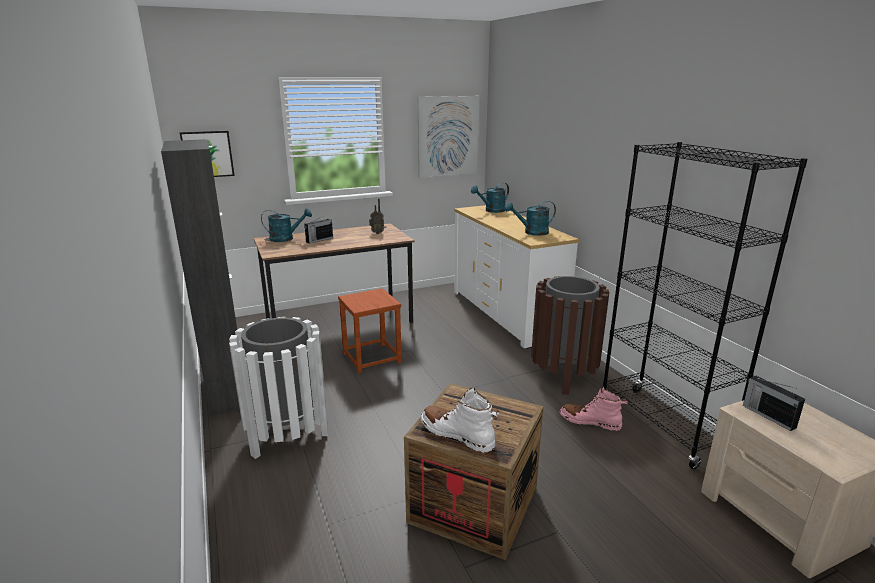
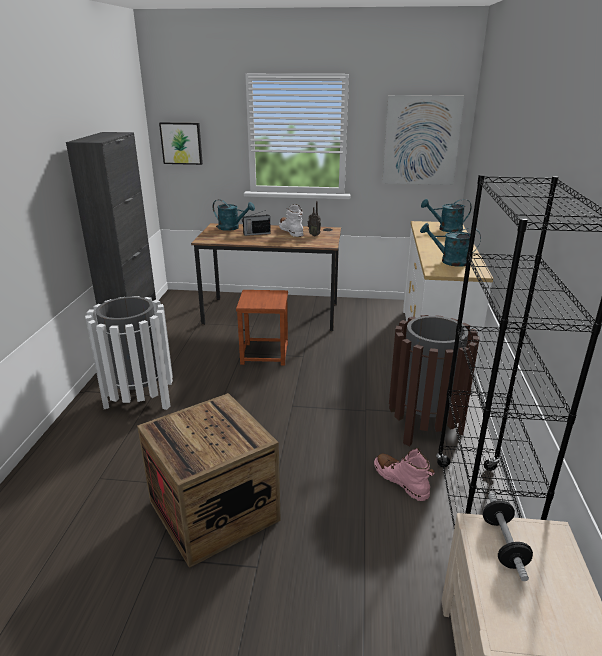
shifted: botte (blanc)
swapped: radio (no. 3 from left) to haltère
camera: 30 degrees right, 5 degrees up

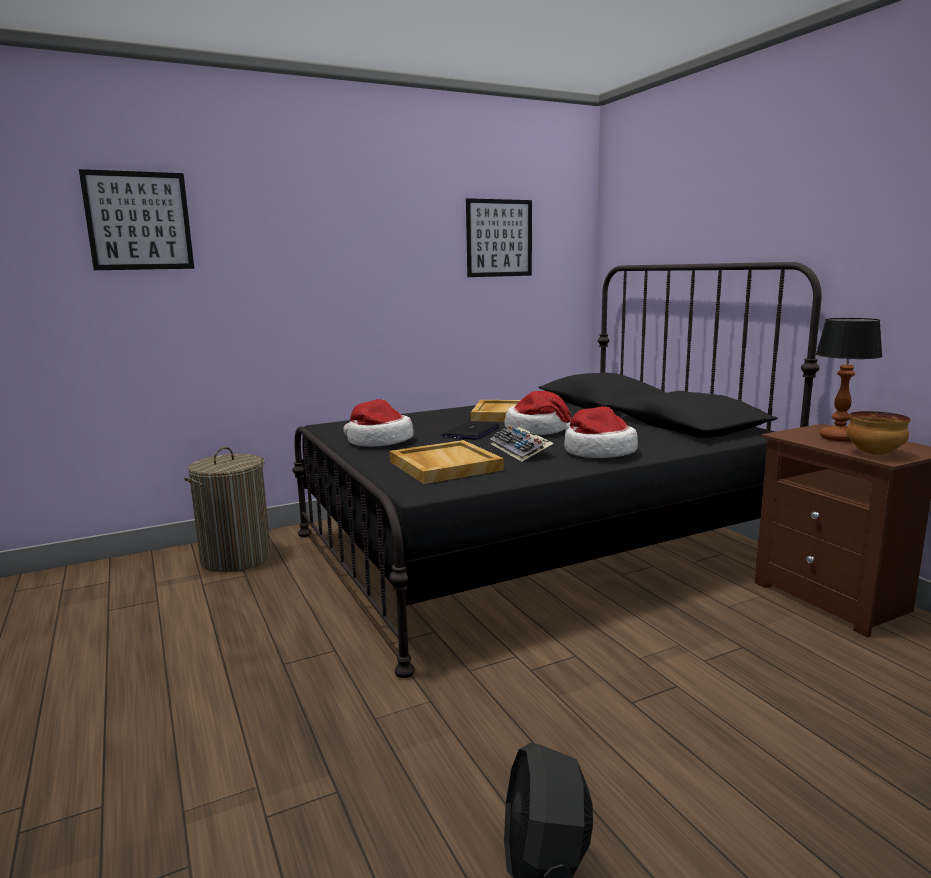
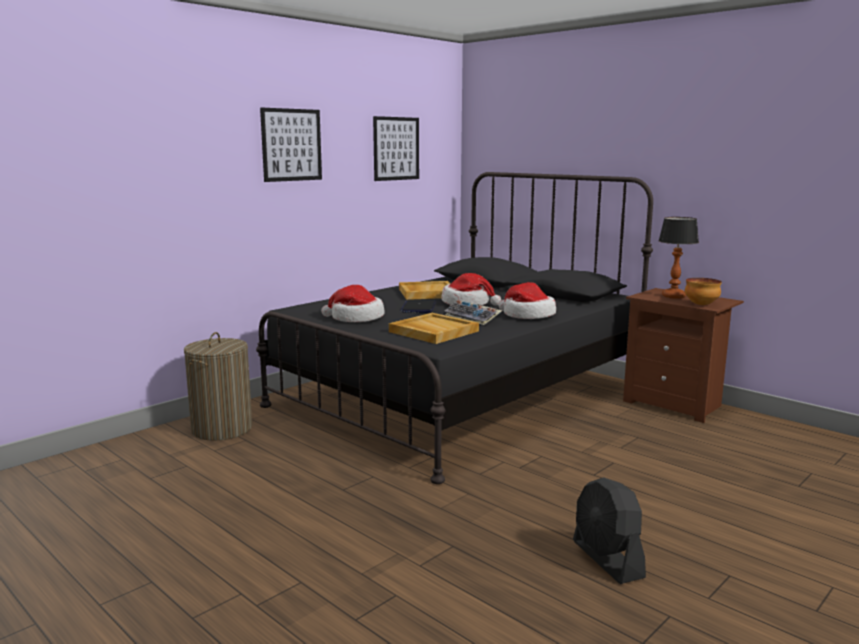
shifted: tableau (no. 1 from left)
camera: 20 degrees left, 0 degrees up

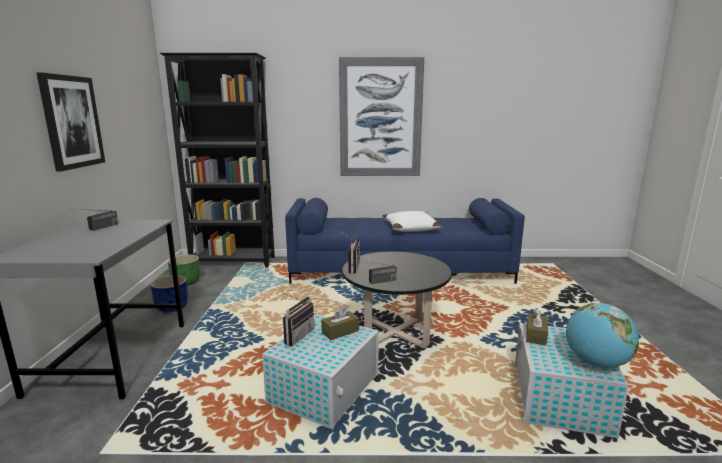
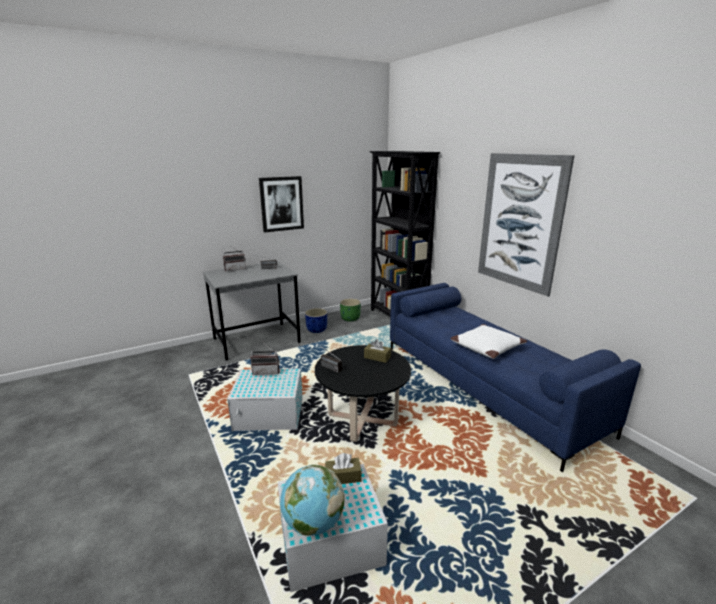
shifted: radio (no. 3 from left in the first image) to radio (no. 1 from left); boîte à mouchoirs (marron) (no. 1 from left in the first image) to boîte à mouchoirs (marron) (no. 2 from left)
camera: 60 degrees right, 5 degrees up

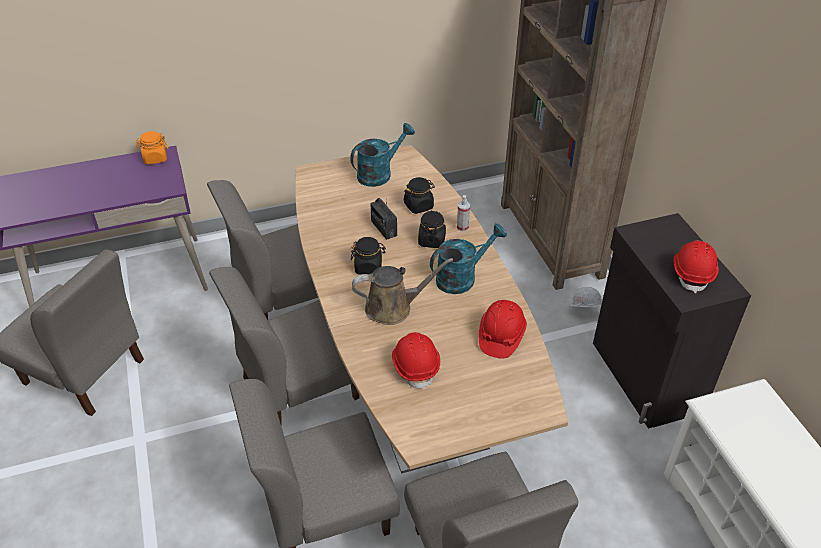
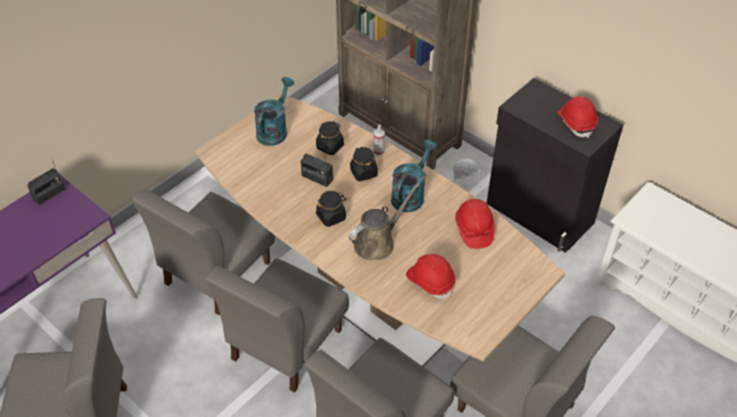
swapped: bocal (orange) to radio (no. 1 from left)
camera: 30 degrees left, 5 degrees up

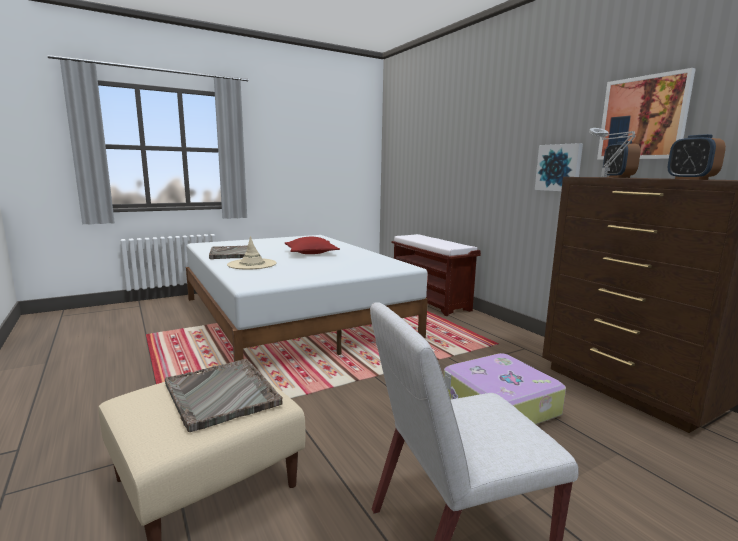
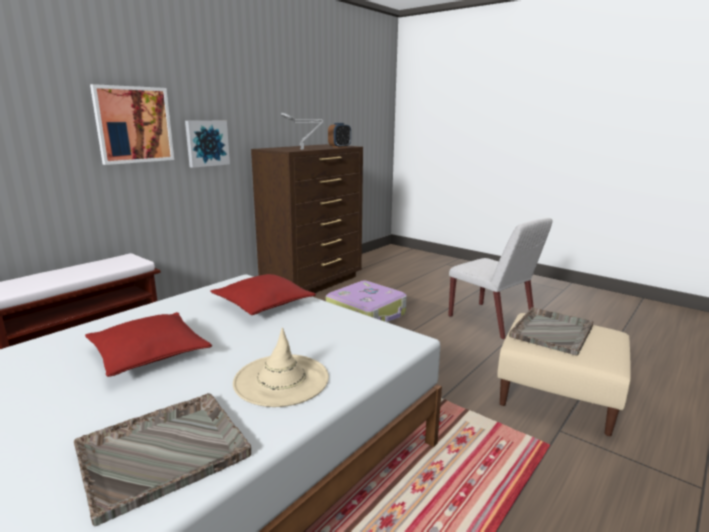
gone: réveil (no. 1 from left)
new: coussin (rouge) (no. 2 from left)
shifted: tableau (no. 2 from left in the first image) to tableau (no. 1 from left)
camera: 110 degrees left, 5 degrees up

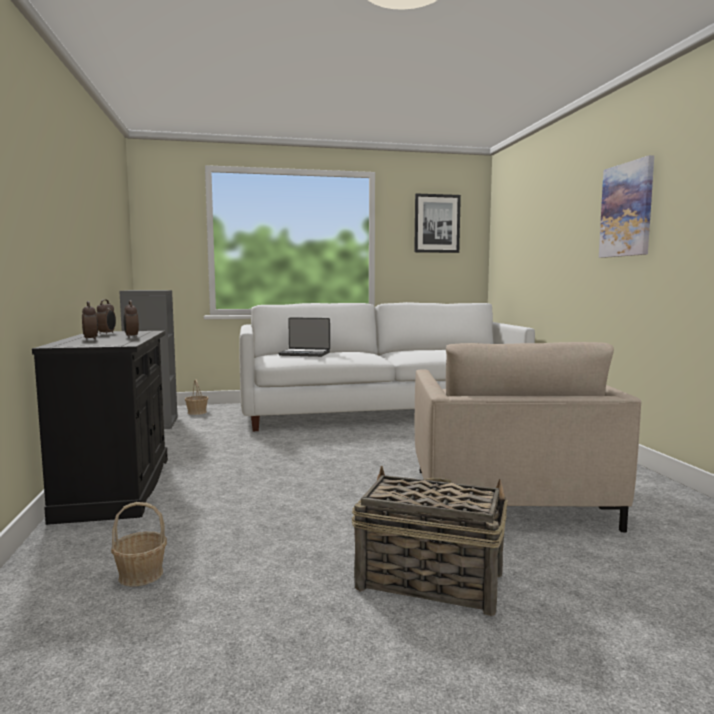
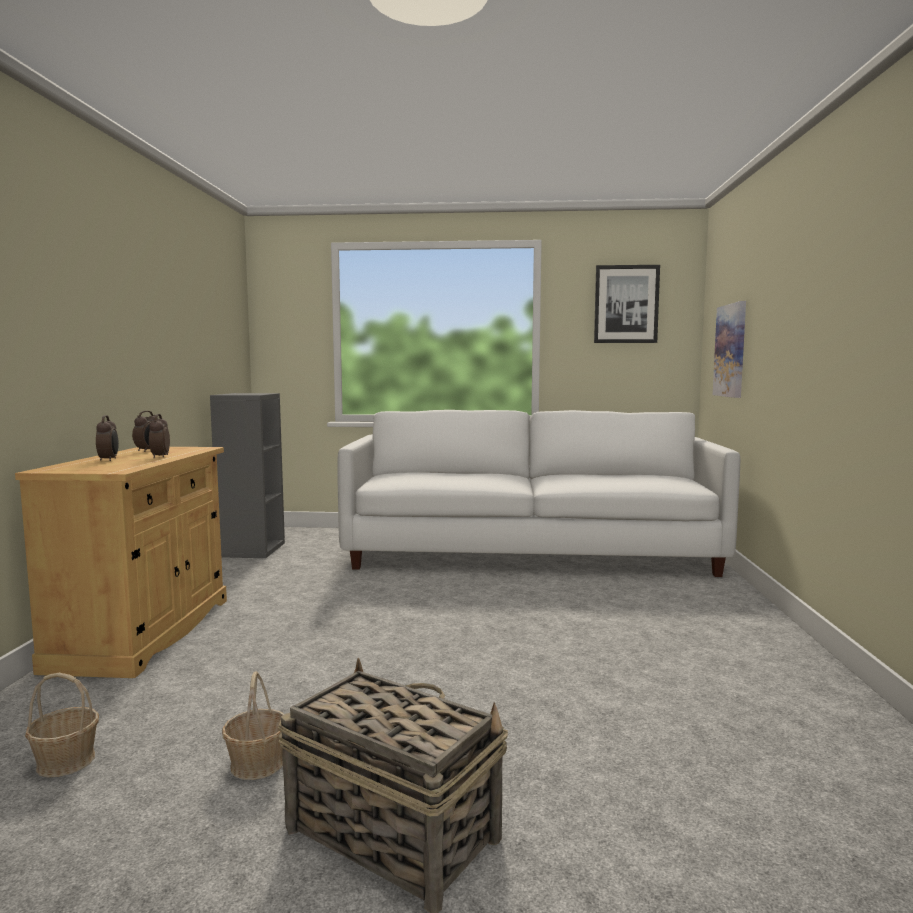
gone: ordinateur portable; fauteuil (beige)
shifted: panier (no. 2 from left); tableau (no. 2 from left)
repainted: meuble de rangement (noir) to meuble de rangement (beige)
camera: 15 degrees right, 0 degrees up

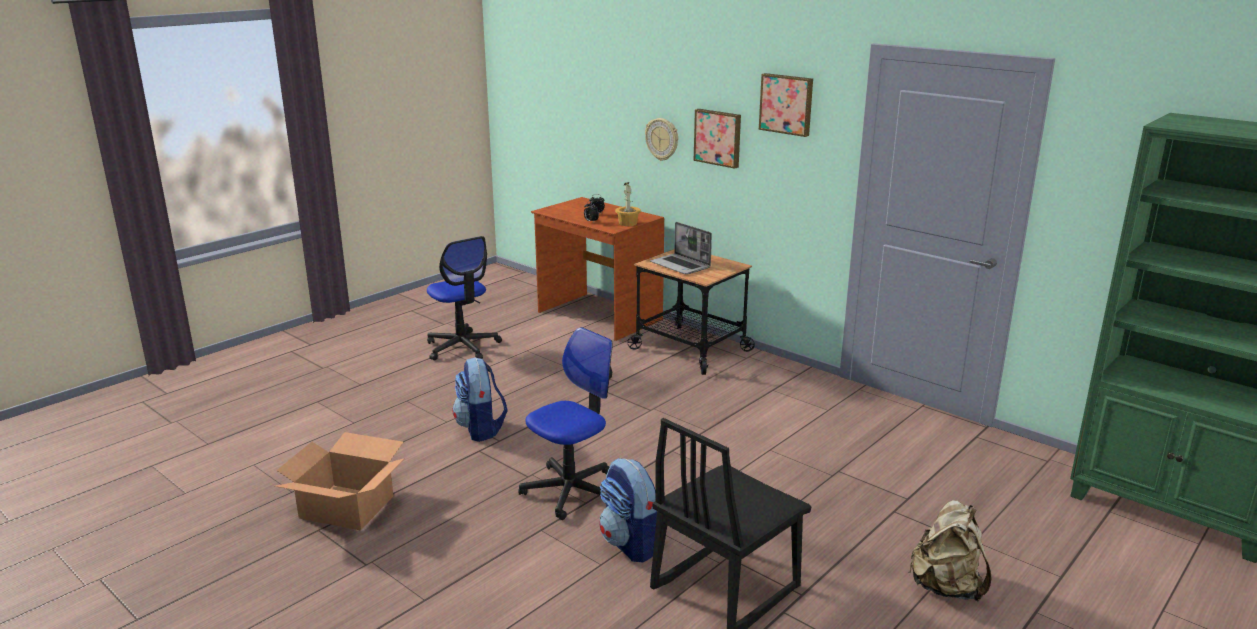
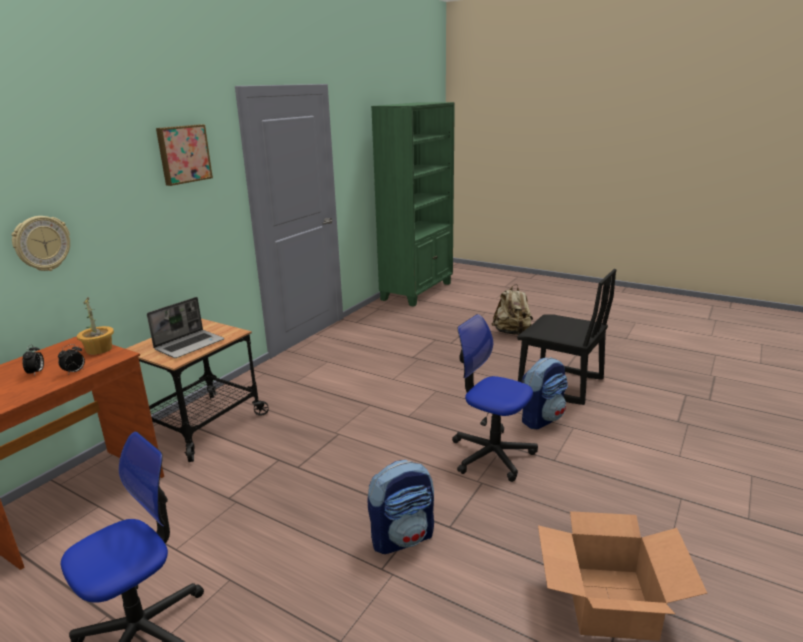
gone: tableau (no. 1 from left)
camera: 100 degrees left, 0 degrees up

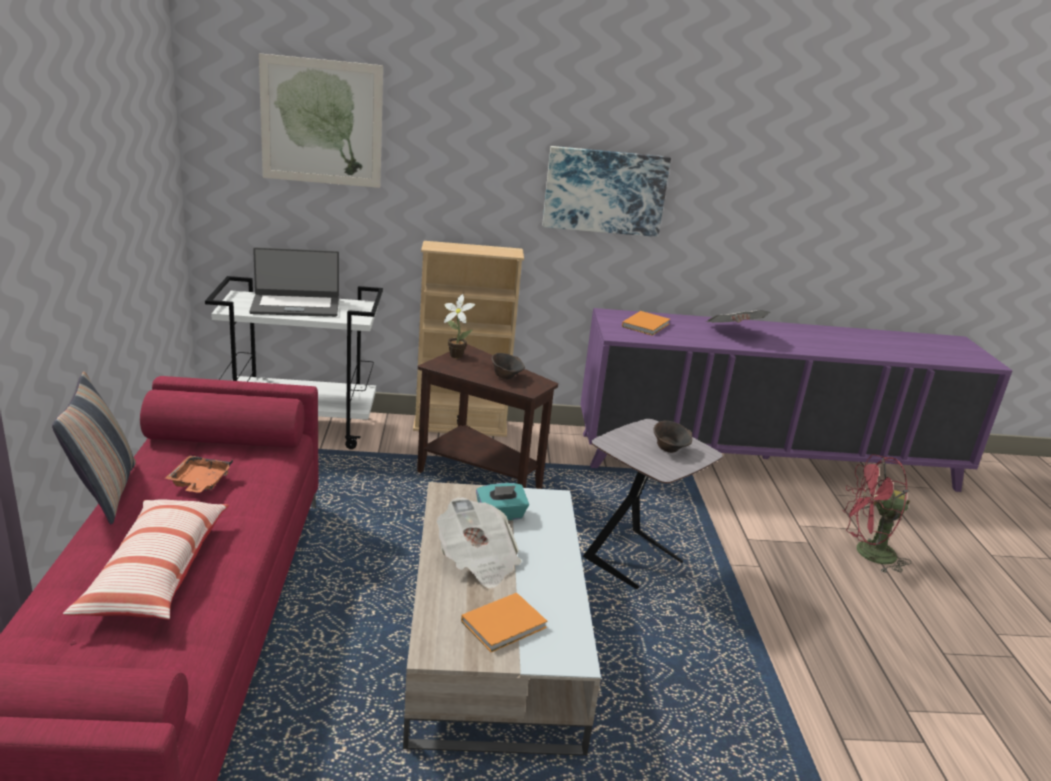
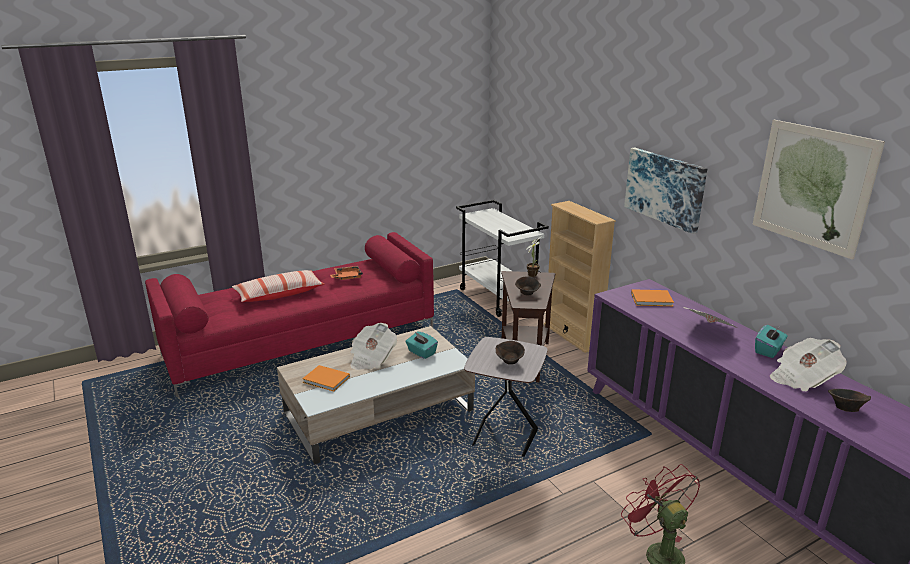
gone: coussin (no. 1 from left); ordinateur portable
new: boîte à mouchoirs (turquoise) (no. 2 from left); journal (no. 3 from left); bol (marron) (no. 3 from left)
shifted: tableau (no. 1 from left in the first image) to tableau (no. 2 from left)
camera: 65 degrees right, 0 degrees up

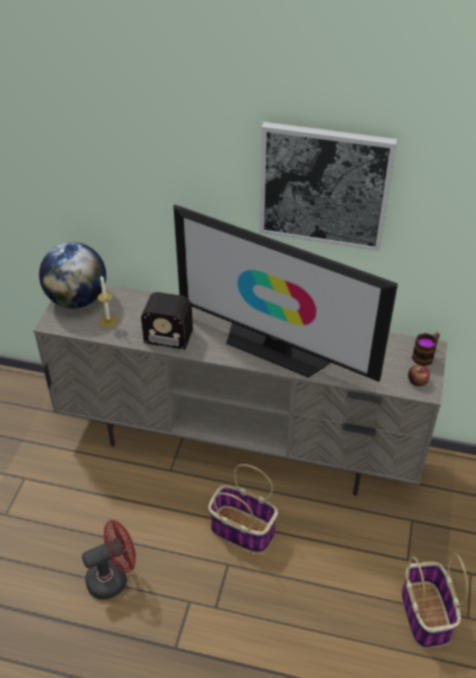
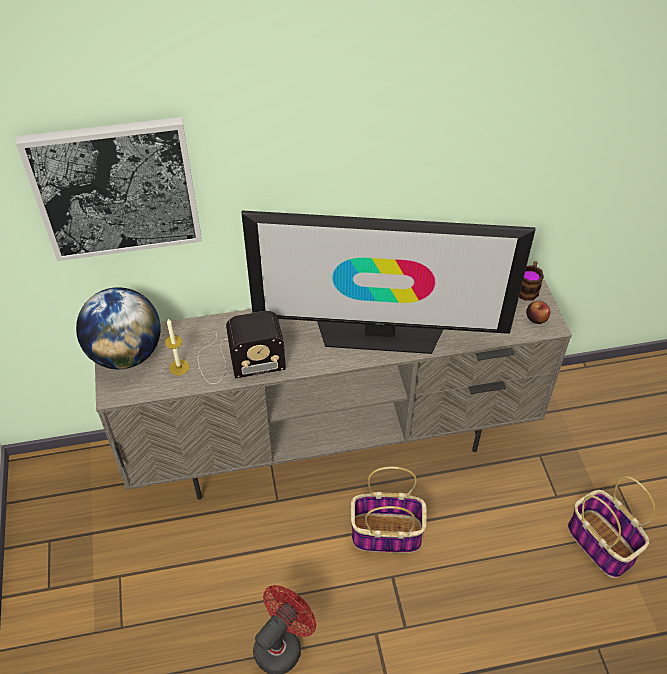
shifted: tableau
camera: 25 degrees left, 5 degrees up

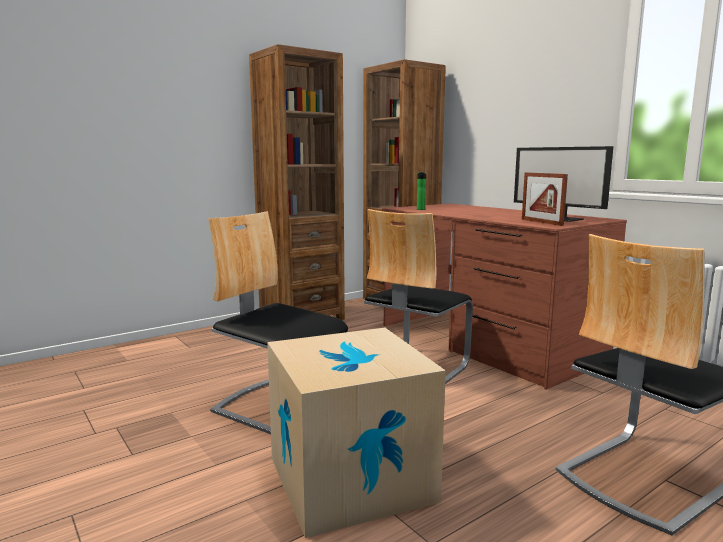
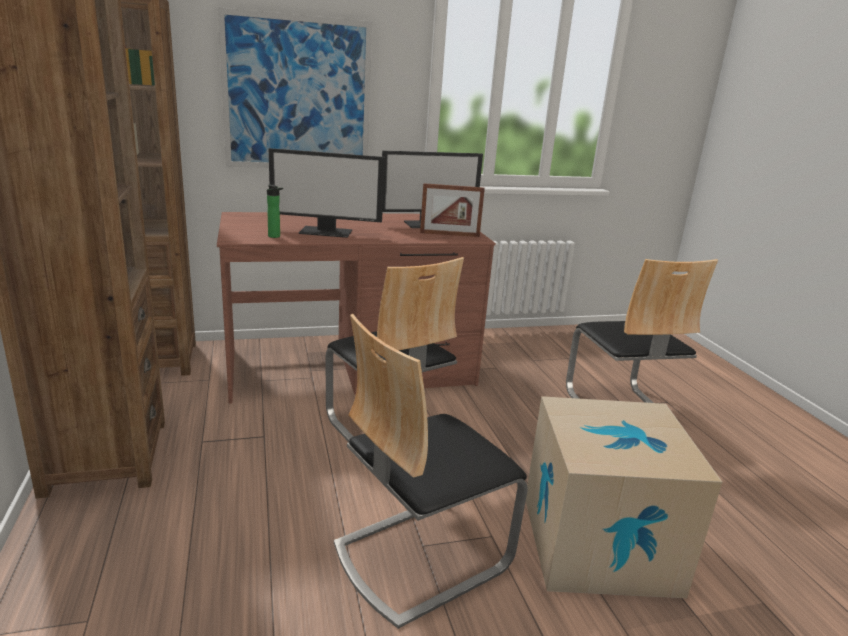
new: tableau; écran d'ordinateur (no. 1 from left)
camera: 70 degrees left, 10 degrees up

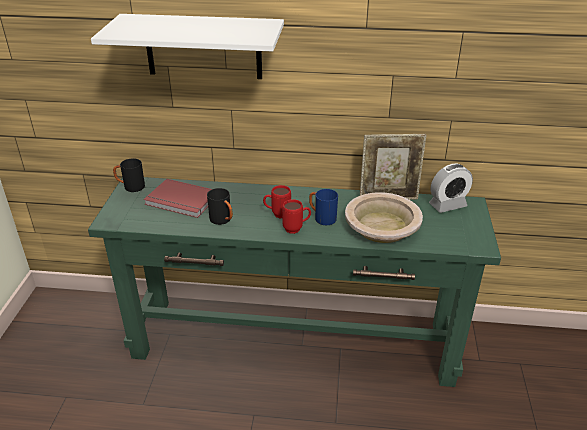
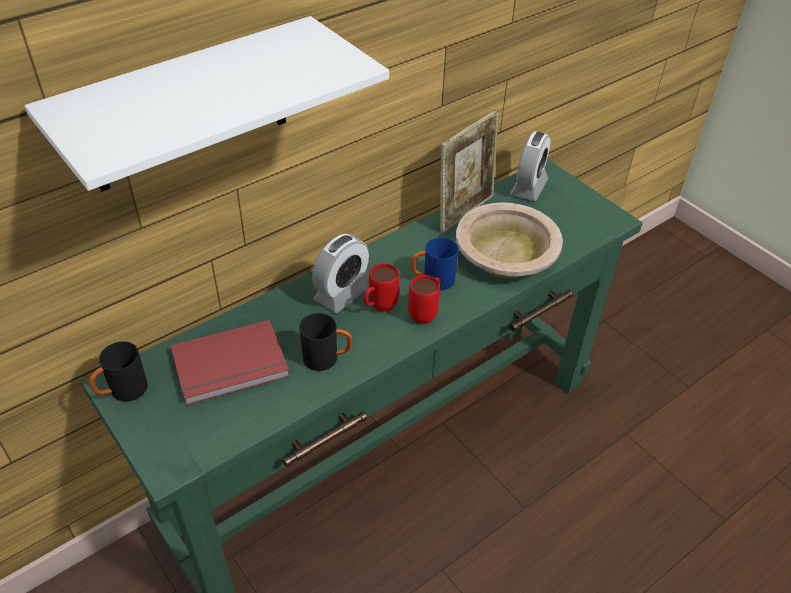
new: réveil (no. 1 from left)
camera: 45 degrees left, 10 degrees up

